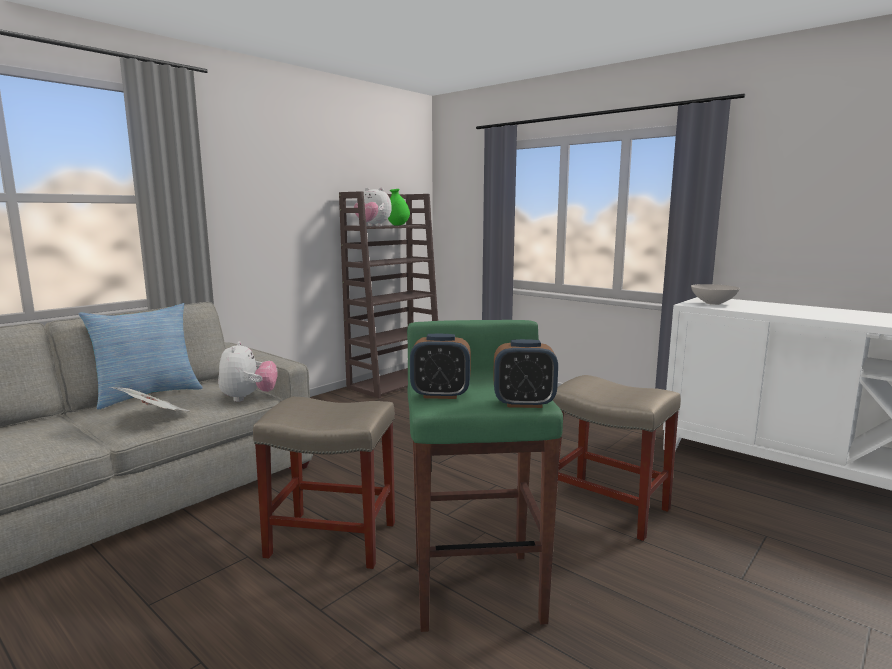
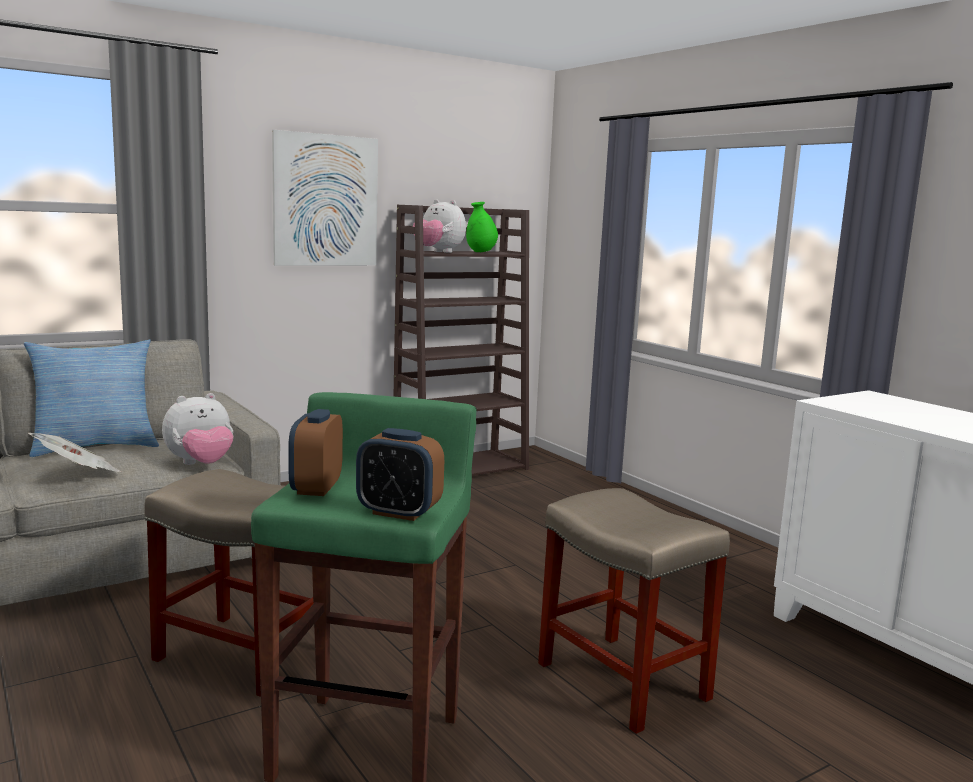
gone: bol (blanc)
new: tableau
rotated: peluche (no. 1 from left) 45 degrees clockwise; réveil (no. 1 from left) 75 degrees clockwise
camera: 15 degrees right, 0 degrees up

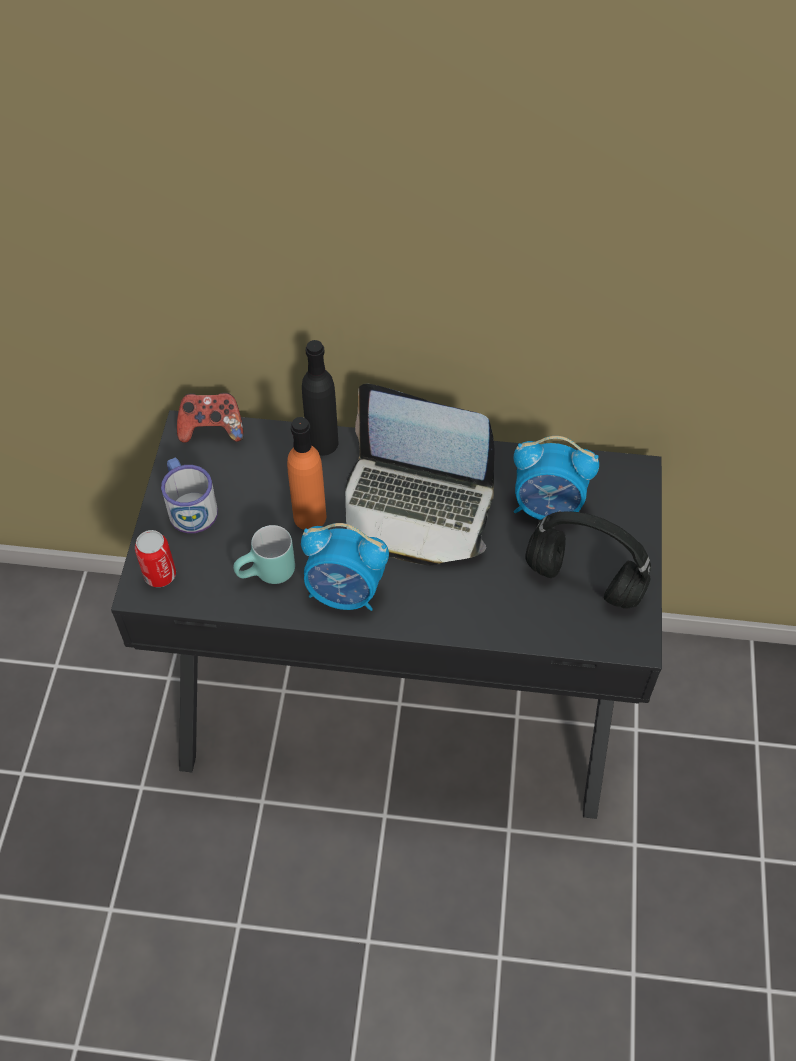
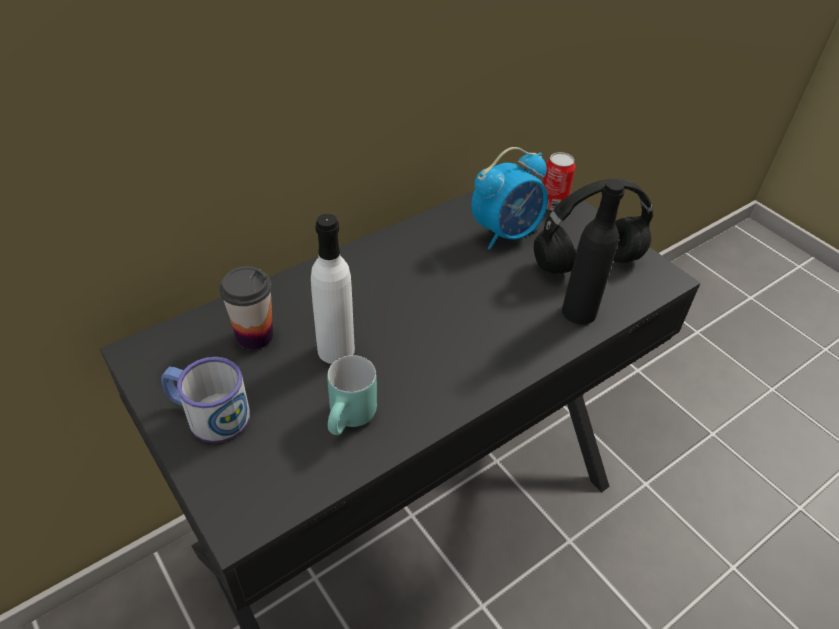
gone: manette; réveil (no. 1 from left); ordinateur portable
new: tasse
shifted: boîte métallique; bouteille (noir)
repainted: bouteille (orange) to bouteille (blanc)
camera: 45 degrees left, 10 degrees down

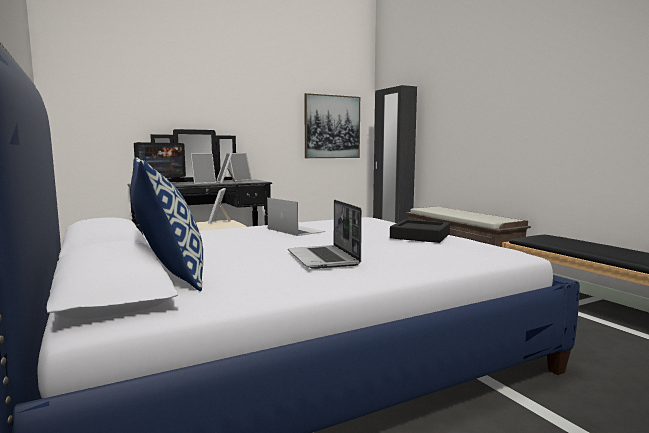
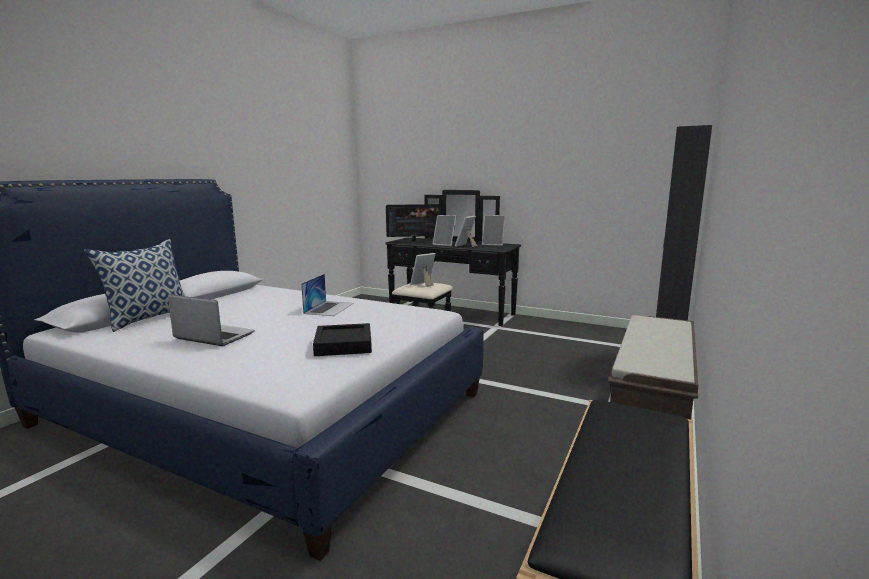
gone: tableau
rotated: ordinateur portable (no. 2 from left in the first image) 75 degrees clockwise
camera: 55 degrees right, 5 degrees up

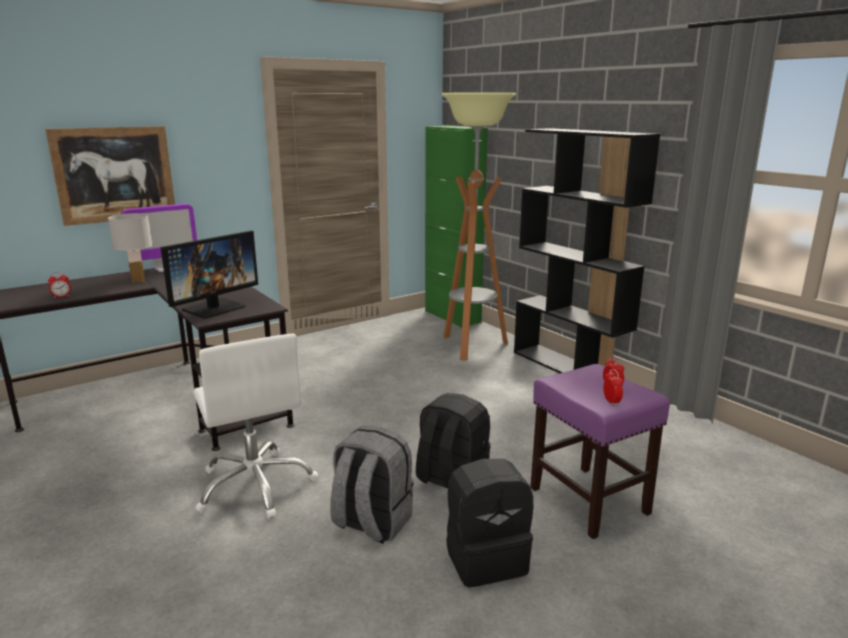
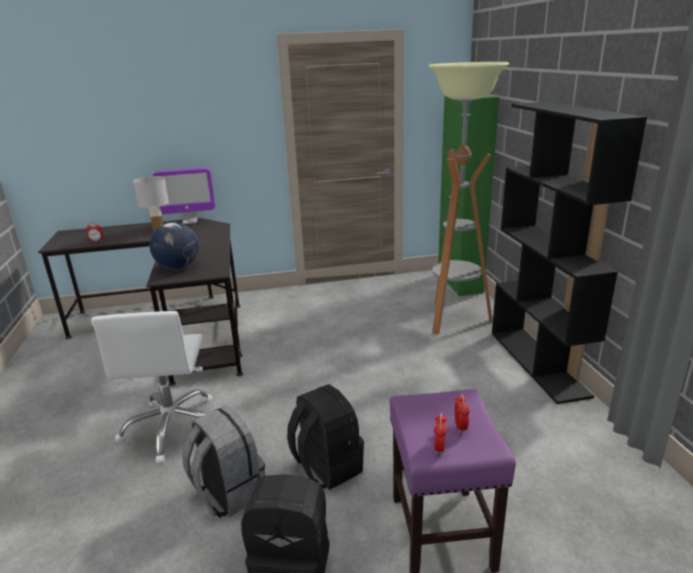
gone: tableau
swapped: écran d'ordinateur (no. 2 from left) to globe
camera: 25 degrees right, 5 degrees up

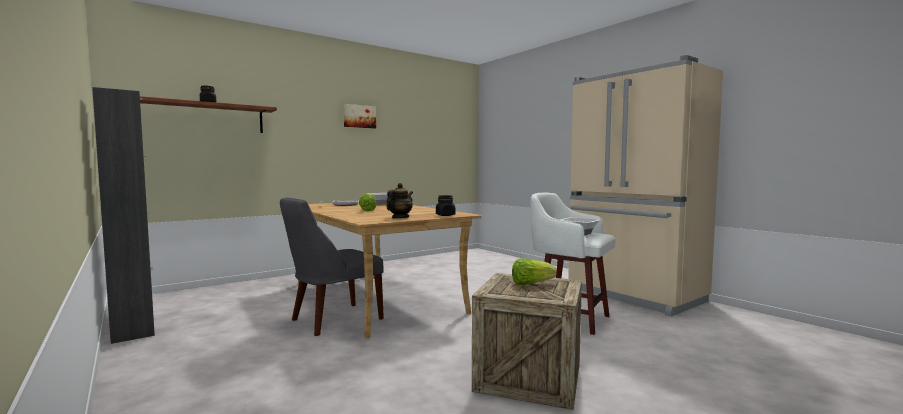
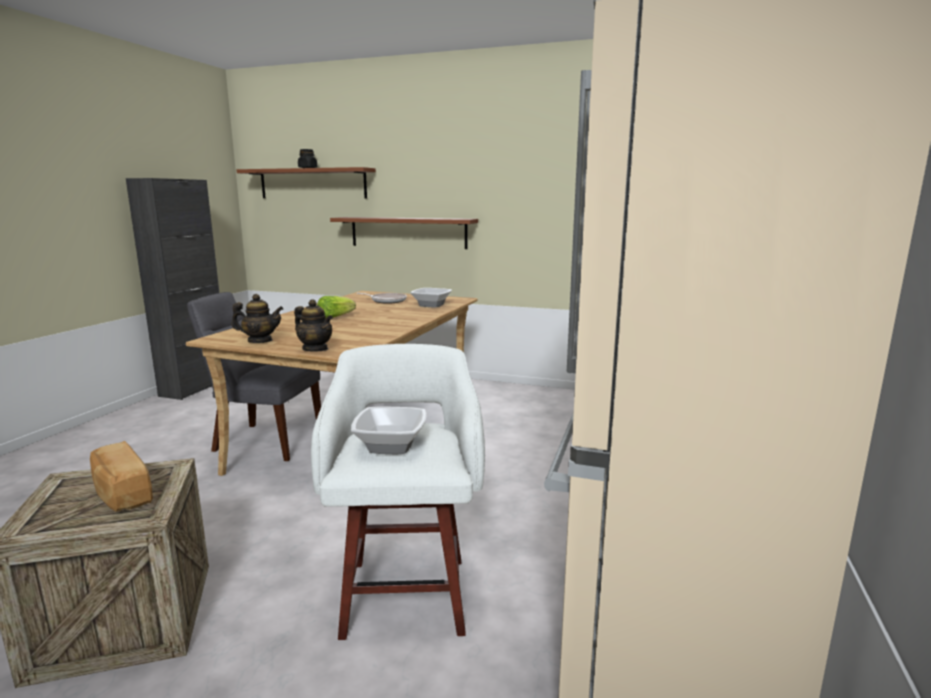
gone: tableau
new: étagère (marron) (no. 2 from left)
swapped: laitue (no. 2 from left) to pain; bocal (noir) (no. 2 from left) to théière (no. 2 from left)
camera: 55 degrees right, 10 degrees up

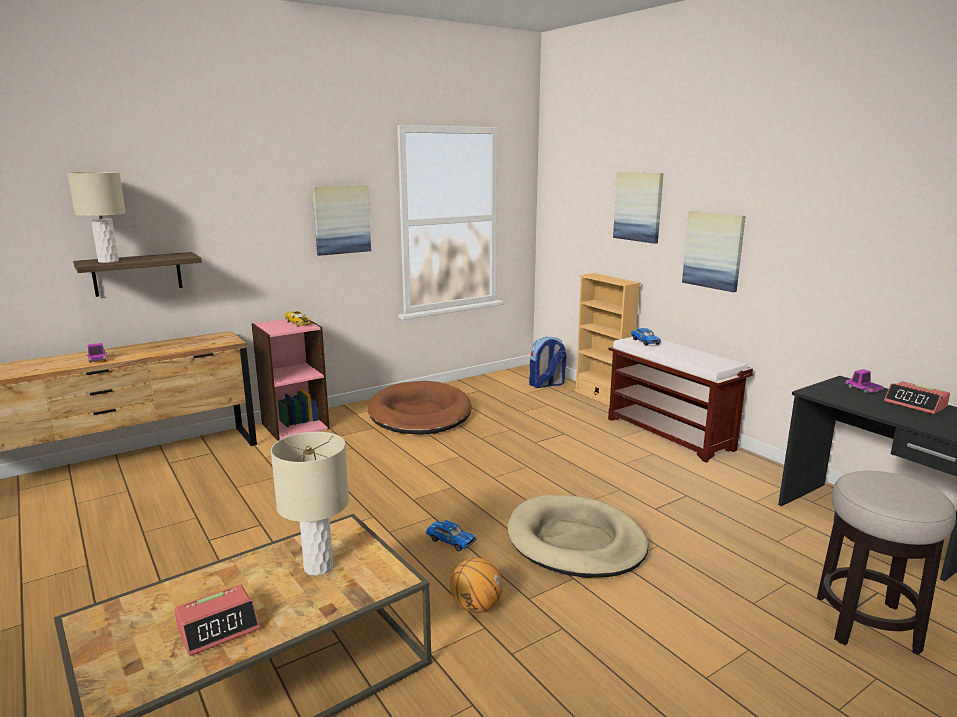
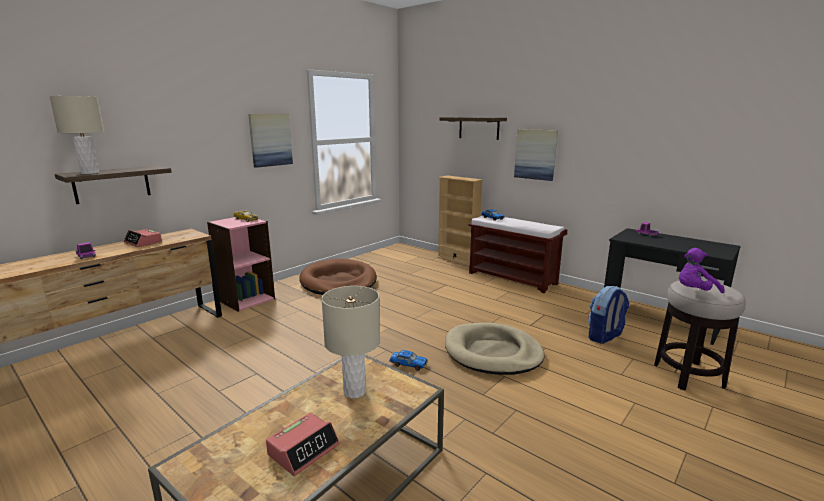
gone: ballon de basket
new: peluche (violet)
shifted: réveil (no. 2 from left in the first image) to réveil (no. 1 from left); sac à dos
swapped: tableau (no. 2 from left) to étagère (no. 2 from left)
camera: 15 degrees left, 0 degrees up

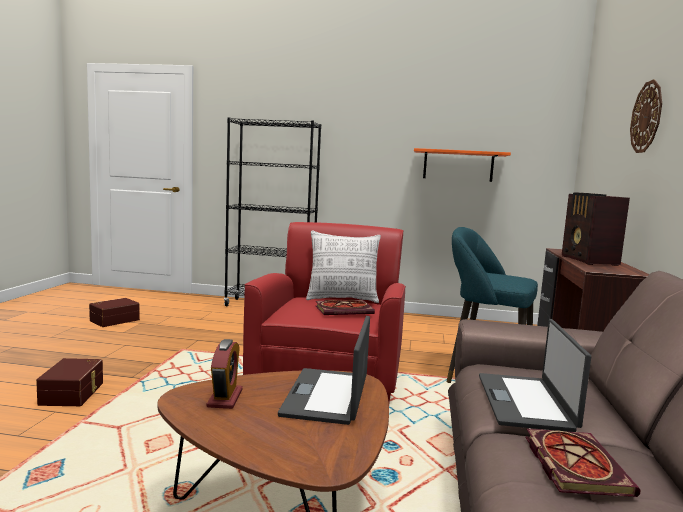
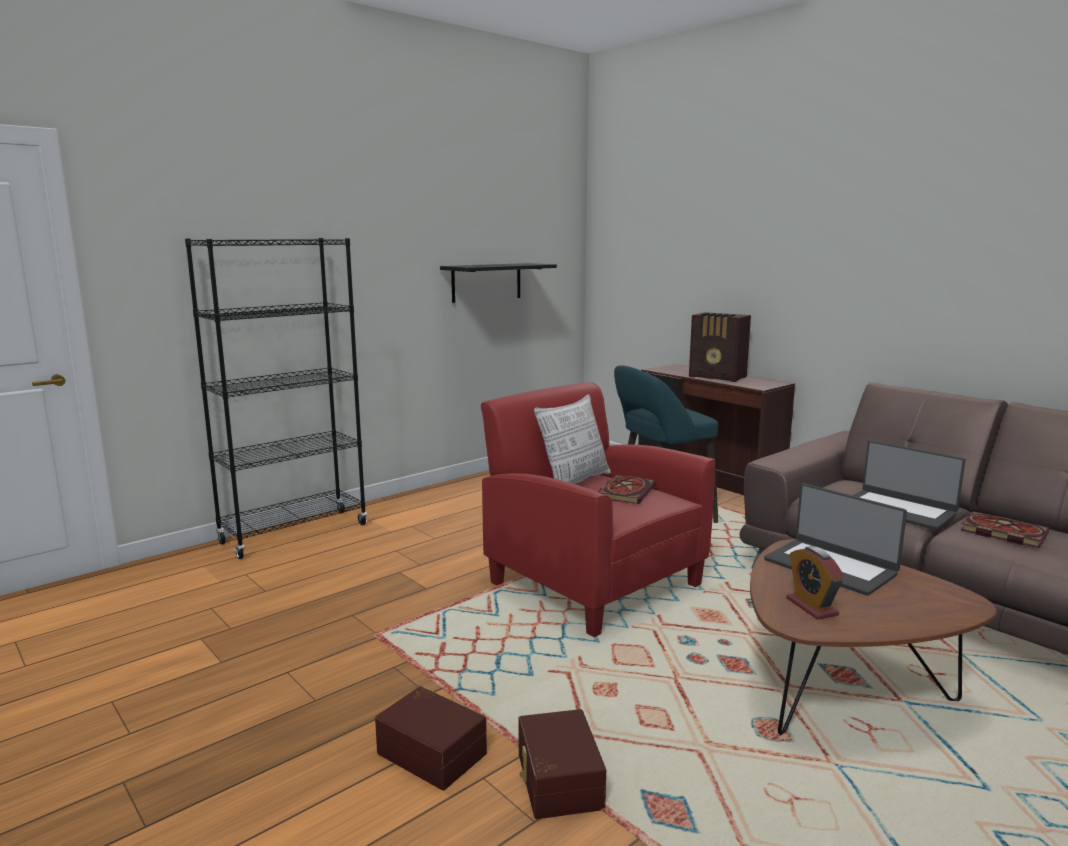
gone: horloge murale
shifted: boîte de rangement (marron) (no. 2 from left)
repainted: étagère (orange) to étagère (noir)
rotated: réveil 150 degrees counterclockwise
camera: 50 degrees left, 5 degrees up

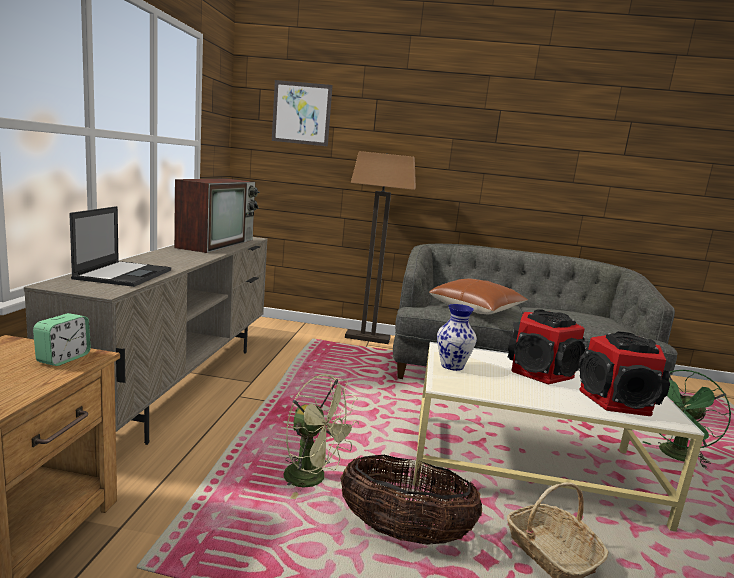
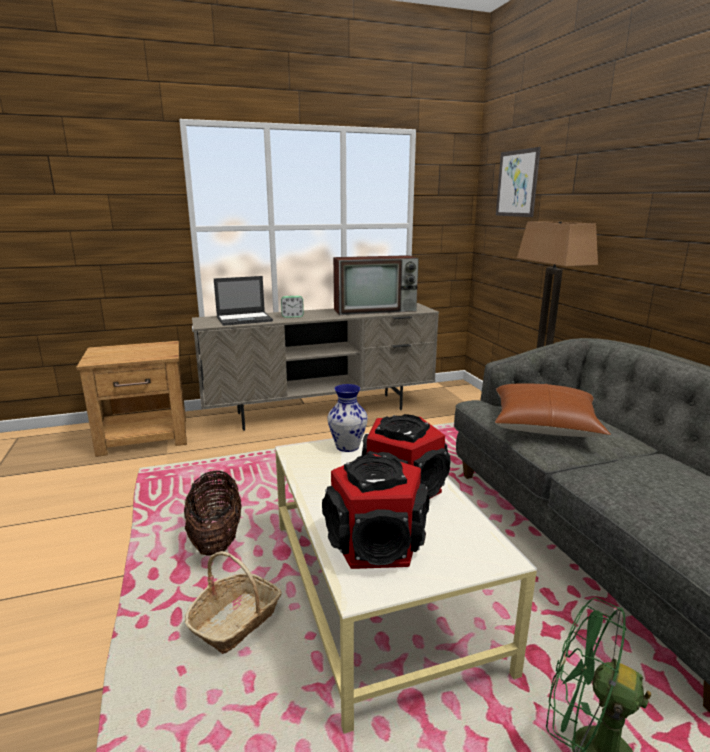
gone: ventilateur (vert) (no. 1 from left)
shifted: réveil
camera: 65 degrees right, 5 degrees up

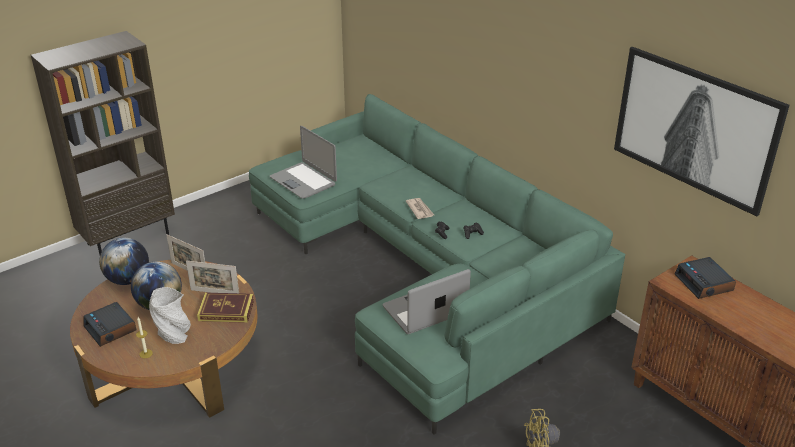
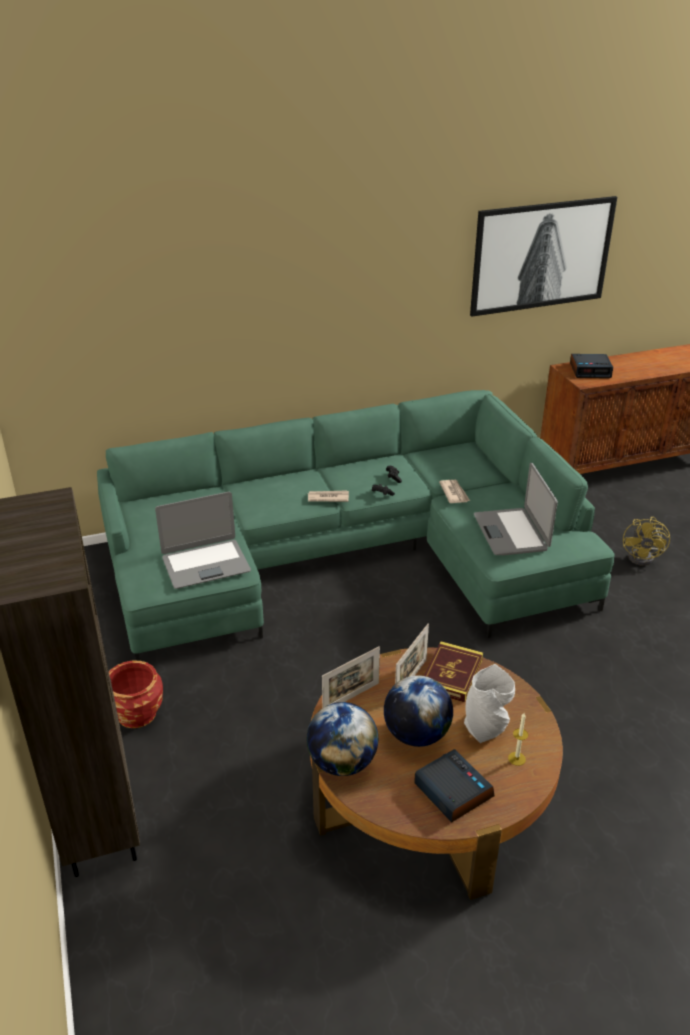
new: cache-pot (rouge); journal (no. 2 from left)
rotated: réveil (no. 1 from left) 105 degrees counterclockwise
camera: 70 degrees left, 0 degrees up

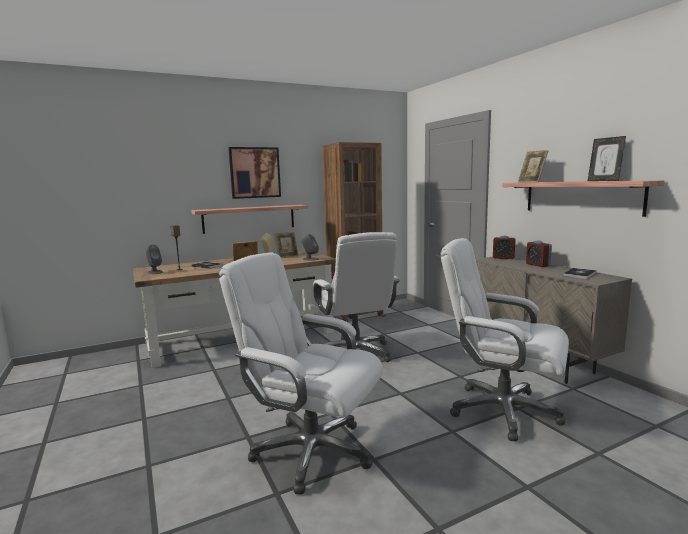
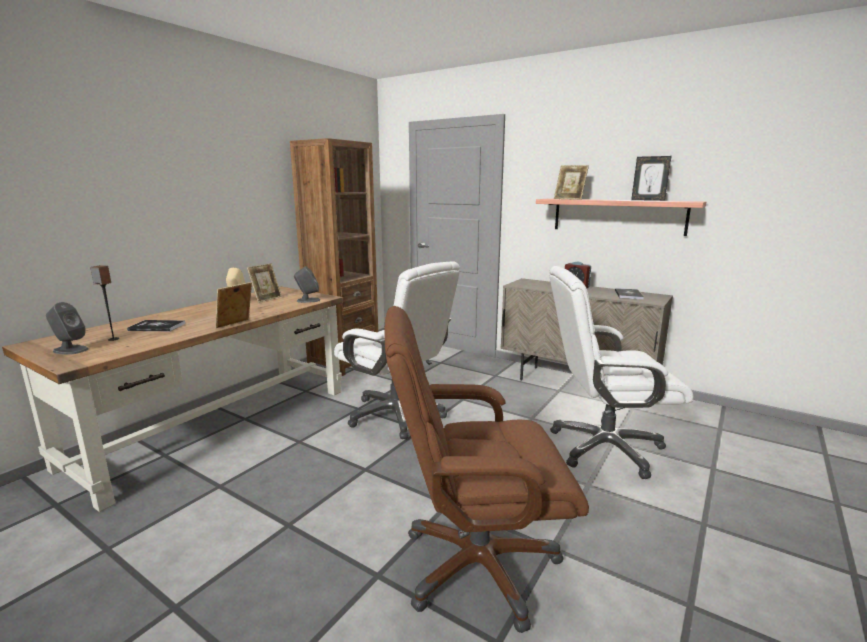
gone: étagère (no. 1 from left); tableau; réveil (no. 1 from left)
repainted: chaise de bureau (blanc) (no. 1 from left) to chaise de bureau (marron)
camera: 30 degrees left, 5 degrees up

